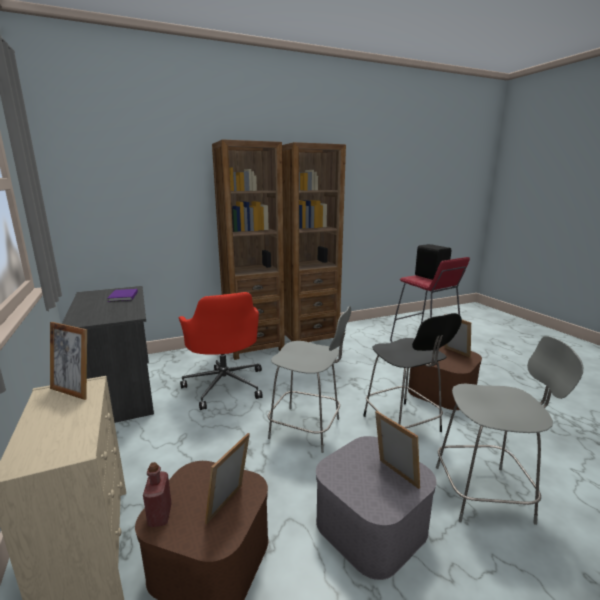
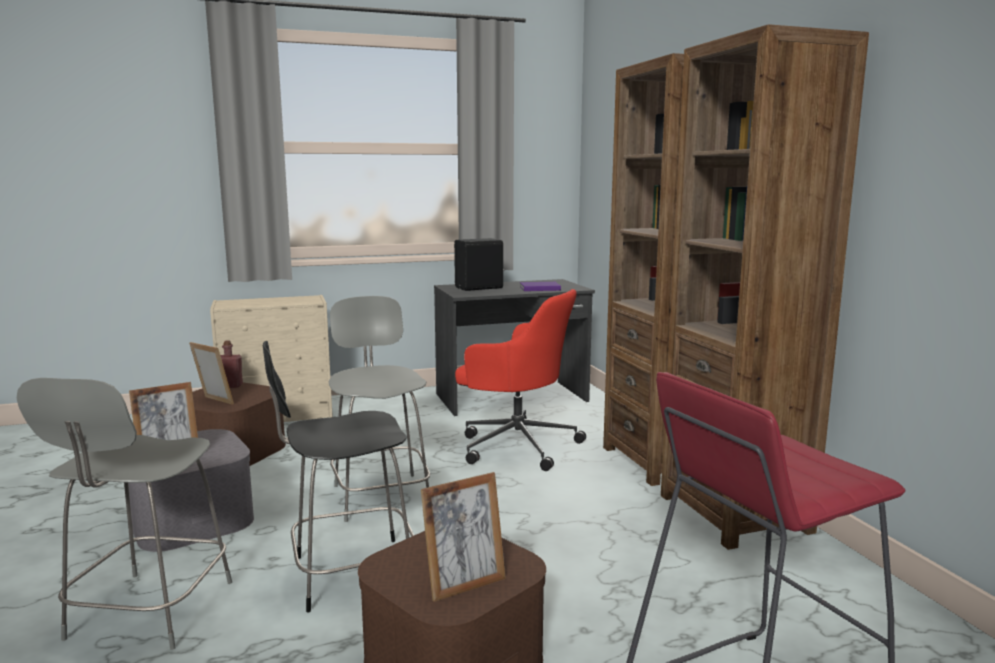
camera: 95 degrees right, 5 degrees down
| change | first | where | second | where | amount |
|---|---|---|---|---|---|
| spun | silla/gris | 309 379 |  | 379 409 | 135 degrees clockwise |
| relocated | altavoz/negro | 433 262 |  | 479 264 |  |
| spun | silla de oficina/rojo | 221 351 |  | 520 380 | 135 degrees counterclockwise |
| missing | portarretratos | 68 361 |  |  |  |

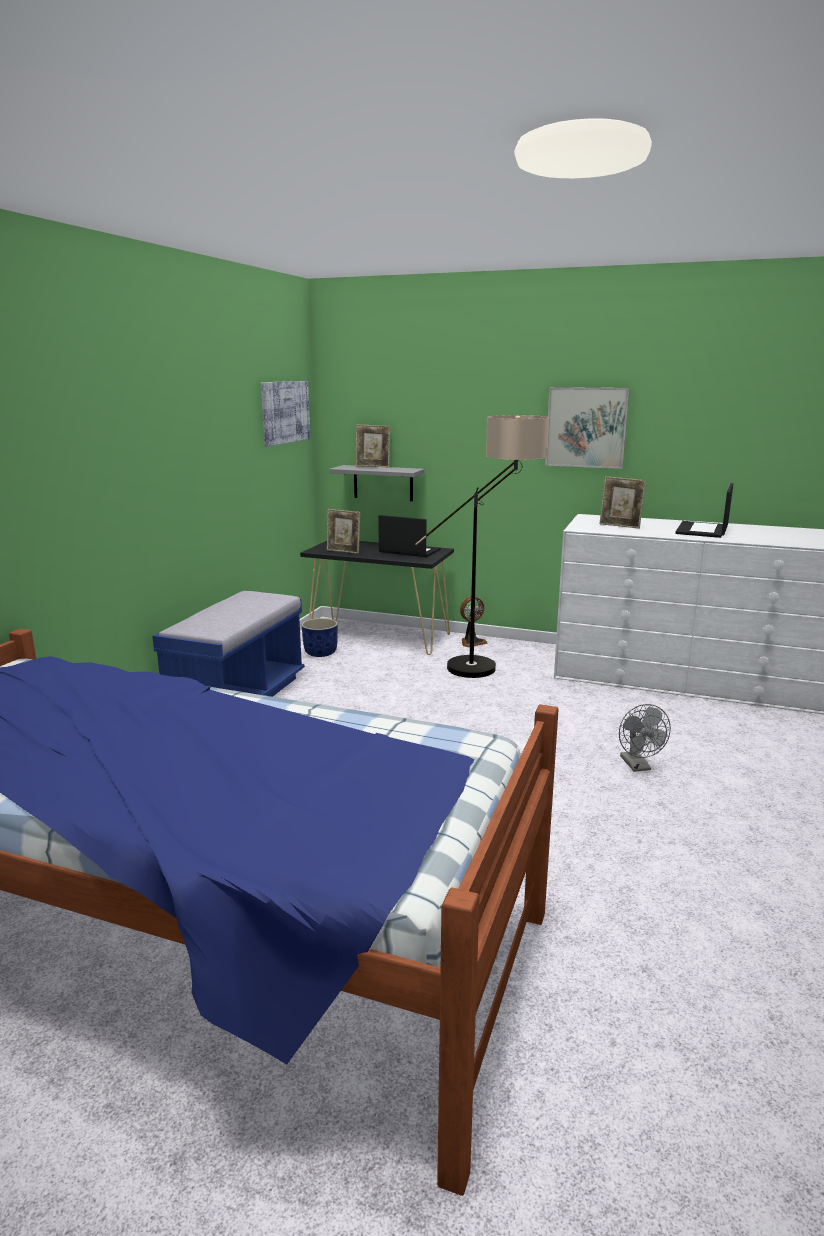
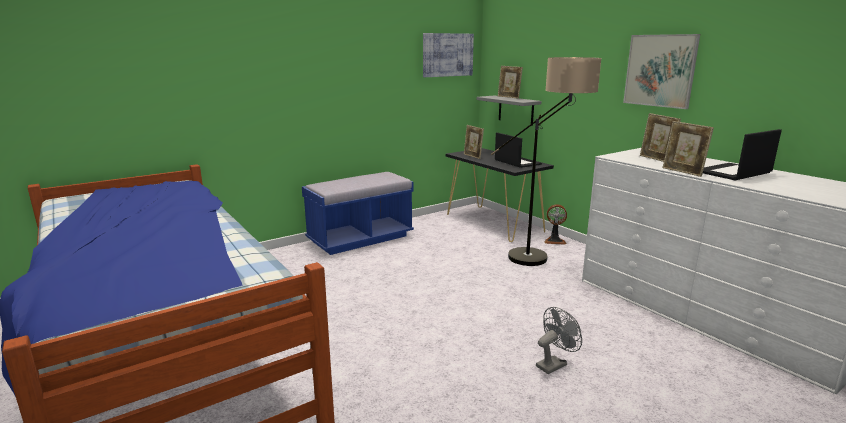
camera: 35 degrees right, 0 degrees up
| change | first | where | second | where | amount |
|---|---|---|---|---|---|
| spun | ventilador/gris | 645 738 |  | 559 340 | 150 degrees counterclockwise |
| appeared |  |  | portarretratos | 688 149 |  |
| missing | maceta/azul | 320 637 |  |  |  |

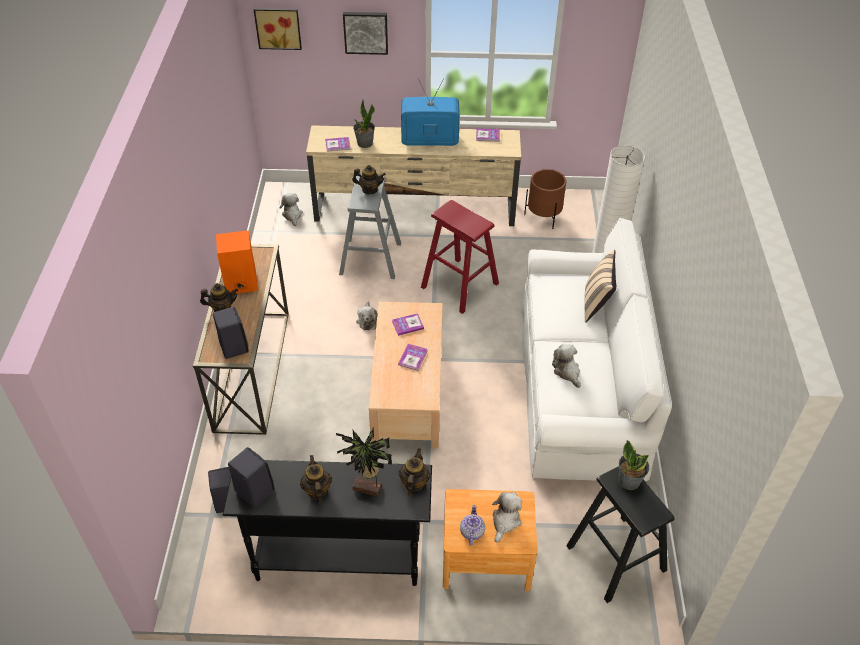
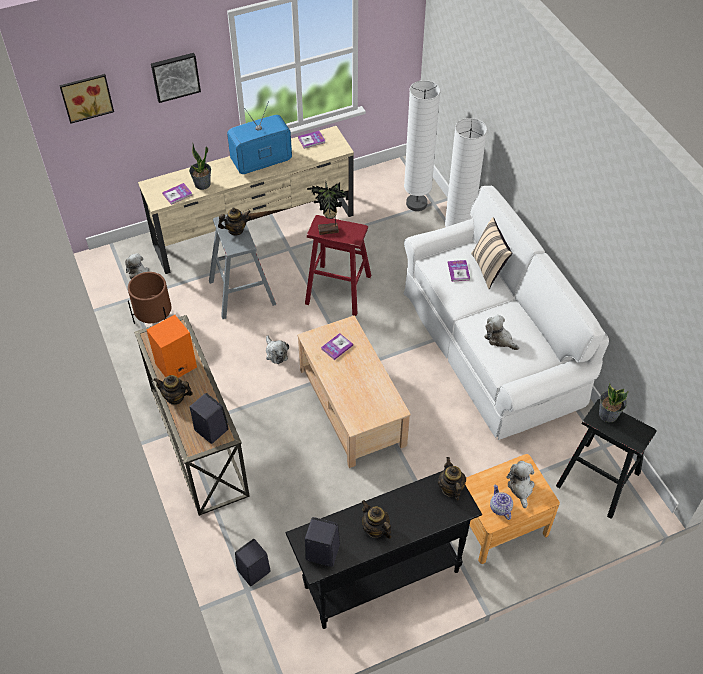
camera: 25 degrees left, 5 degrees up
| change | first | where | second | where | amount |
|---|---|---|---|---|---|
| relocated | maceta/marrón | 545 199 |  | 149 298 |  |
| spun | tetera | 219 297 |  | 173 390 | 135 degrees counterclockwise |
| relocated | planta en maceta | 364 462 |  | 327 207 |  |
| appeared |  |  | lámpara de pie/blanco | 422 145 |  |
| relocated | libro | 412 357 |  | 459 271 |  |

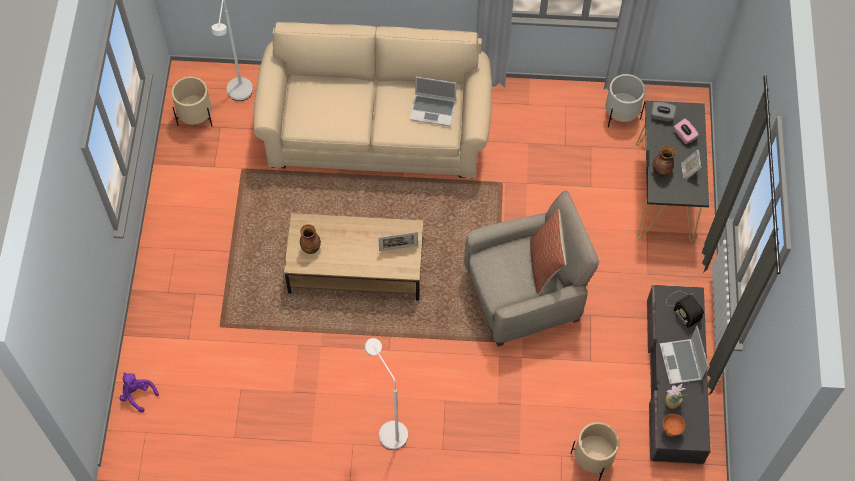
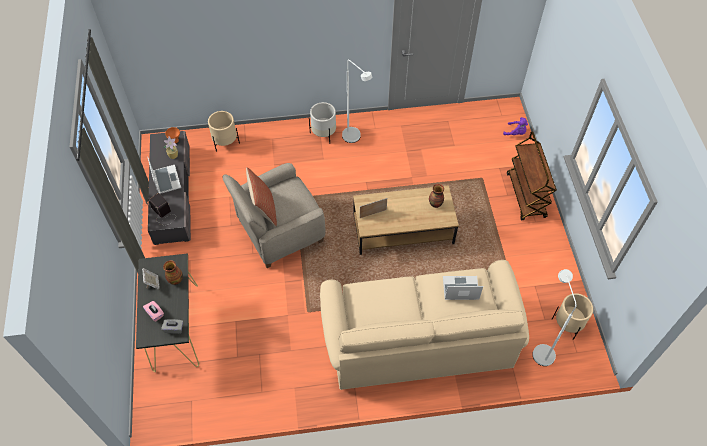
camera: 170 degrees right, 5 degrees down
| change | first | where | second | where | amount |
|---|---|---|---|---|---|
| relocated | maceta/blanco | 625 100 |  | 322 123 |  |
| relocated | portátil | 433 101 |  | 463 288 |  |
| appeared |  |  | carrito/marrón | 532 175 |  |

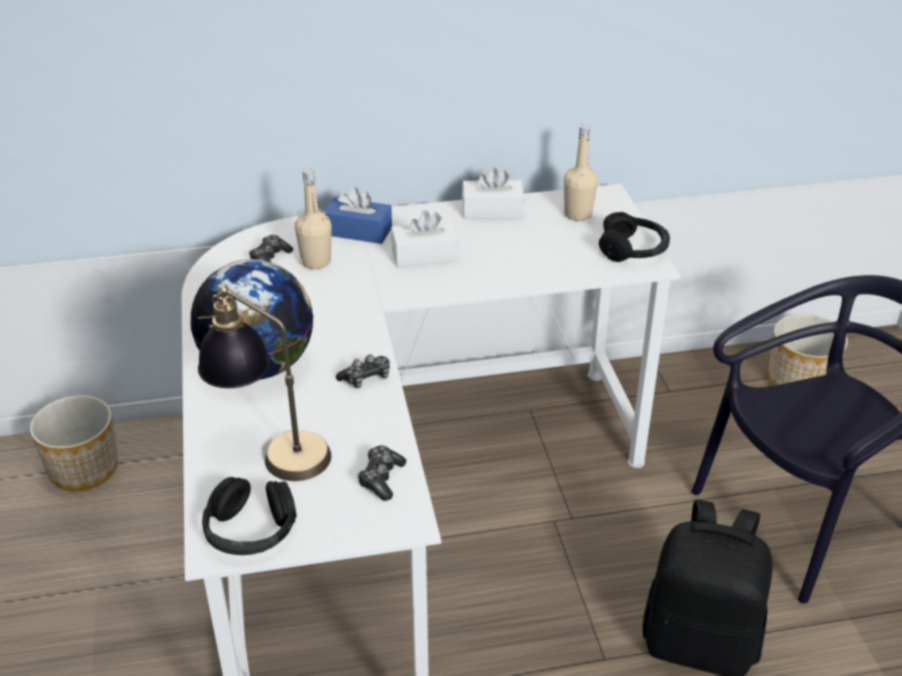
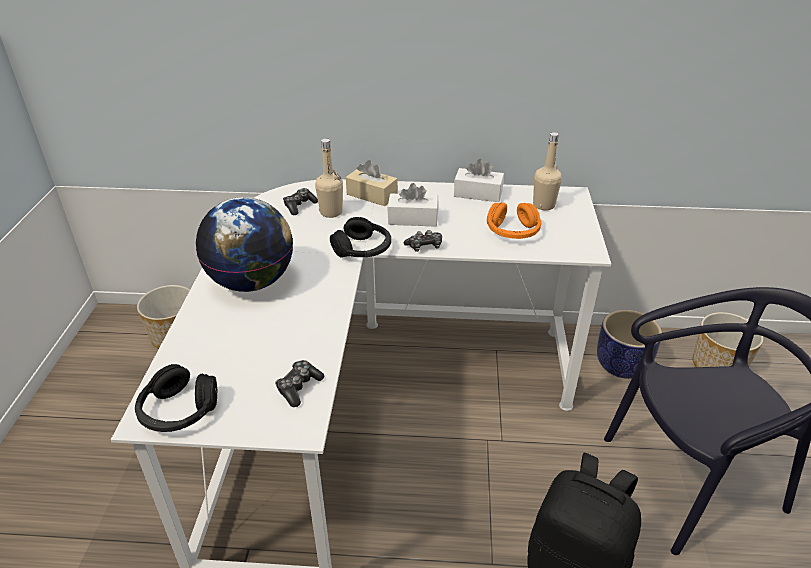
camera: 15 degrees right, 0 degrees up
| change | first | where | second | where | amount |
|---|---|---|---|---|---|
| relocated | auriculares/negro | 634 237 |  | 360 237 |  |
| colour | caja de pañuelos/azul | 358 215 | caja de pañuelos/beis | 372 183 |  |
| relocated | mando de consola | 363 371 |  | 423 241 |  |
| appeared |  |  | auriculares/naranja | 514 220 |  |
| appeared |  |  | maceta | 629 344 |  |
| missing | lámpara de mesa | 264 382 |  |  |  |

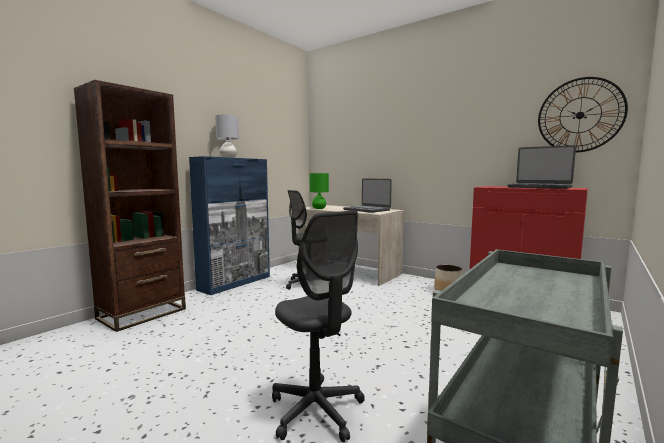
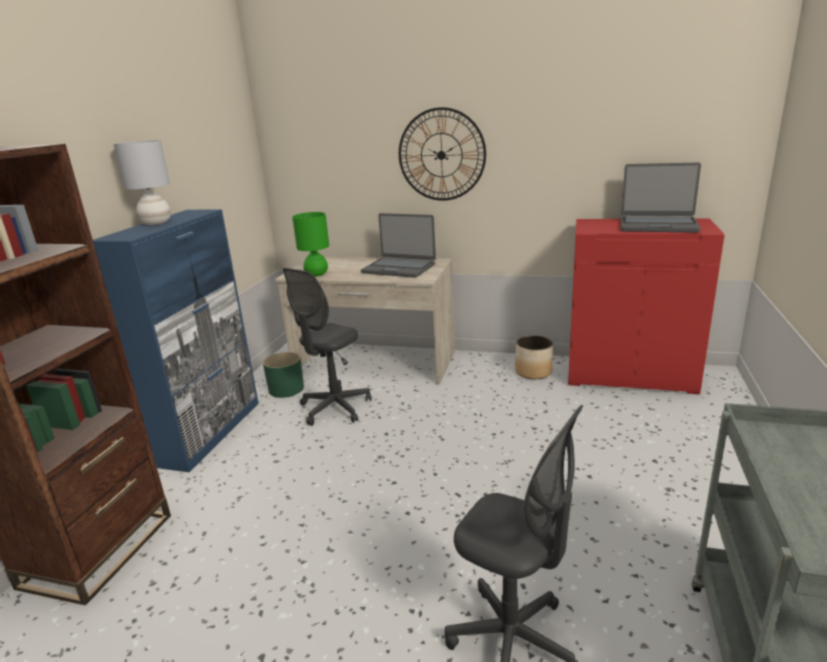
camera: 20 degrees left, 15 degrees up
| change | first | where | second | where | amount |
|---|---|---|---|---|---|
| appeared |  |  | maceta/verde | 283 375 |  |
| relocated | reloj de pared | 583 114 |  | 442 154 |  |

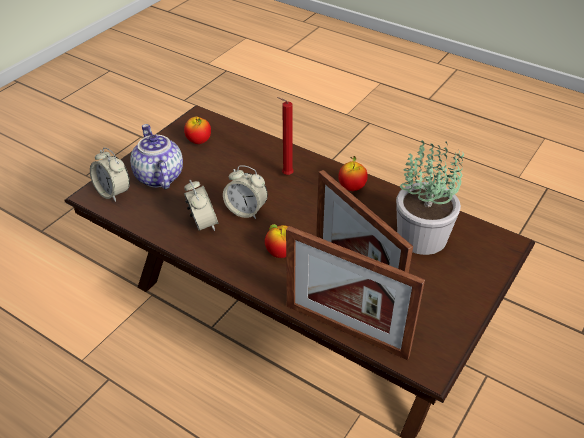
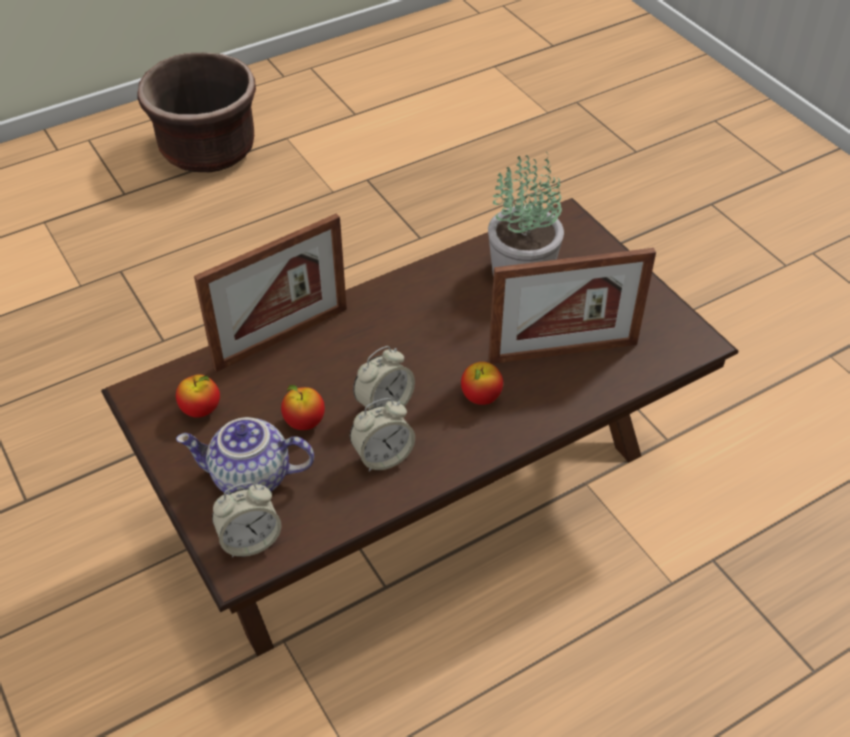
camera: 65 degrees left, 5 degrees up
| change | first | where | second | where | amount |
|---|---|---|---|---|---|
| appeared |  |  | maceta/marrón | 196 112 |  |
| relocated | portarretratos | 355 293 |  | 270 293 |  |
| relocated | manzana | 353 173 |  | 303 407 |  |
| spun | despertador | 201 205 |  | 382 435 | 150 degrees clockwise |
| missing | vela/rojo | 285 136 |  |  |  |

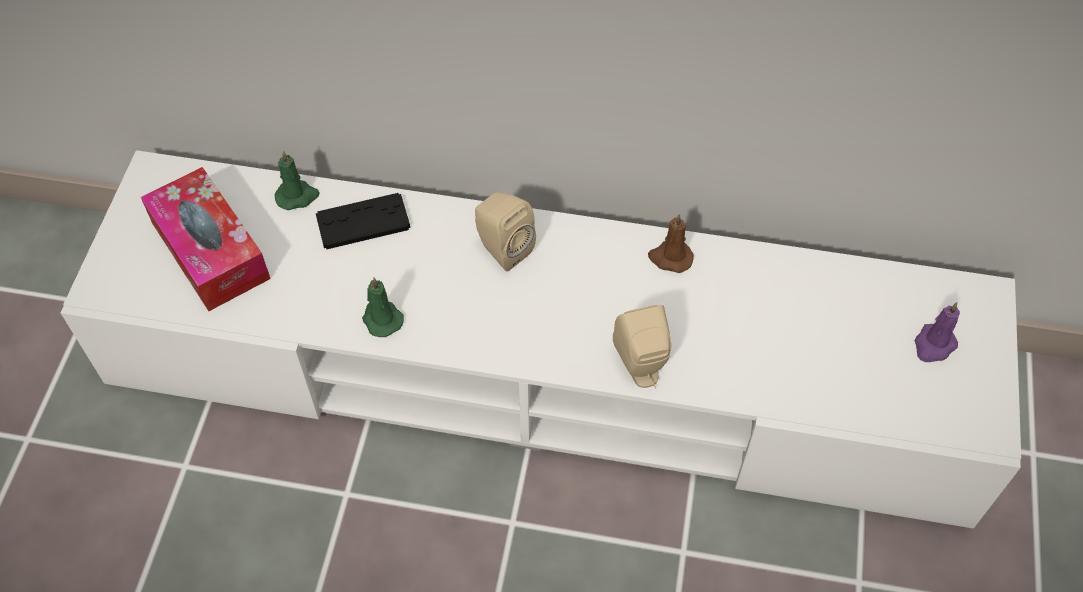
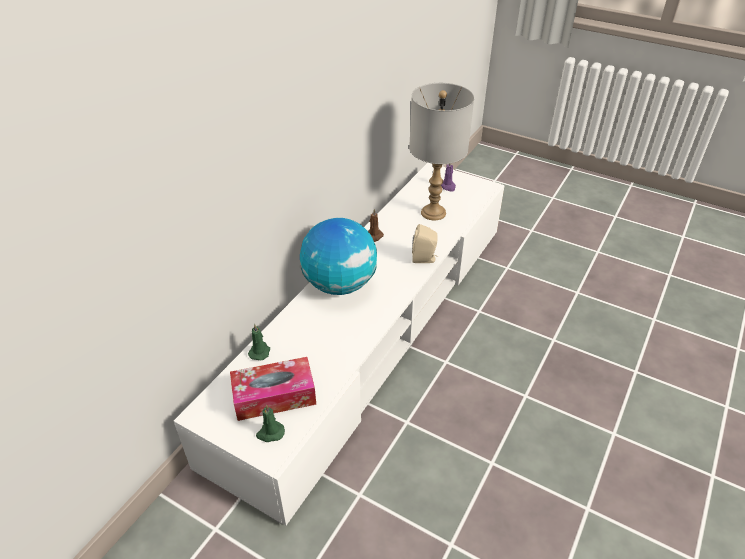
camera: 70 degrees left, 15 degrees down
| change | first | where | second | where | amount |
|---|---|---|---|---|---|
| relocated | vela/verde | 383 307 |  | 270 423 |  |
| exchanged | altavoz/beis | 505 231 | globo terráqueo | 338 256 |  |
| appeared |  |  | lámpara de mesa/gris | 441 151 |  |
| missing | mando de consola/negro | 363 221 |  |  |  |

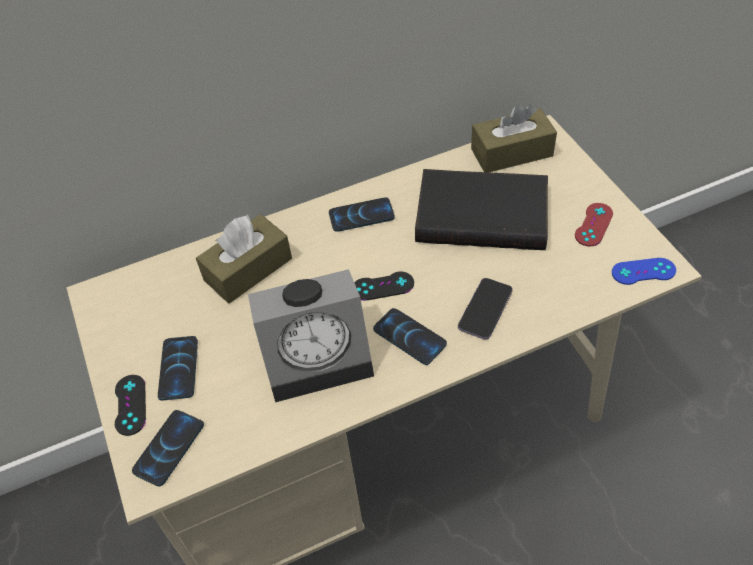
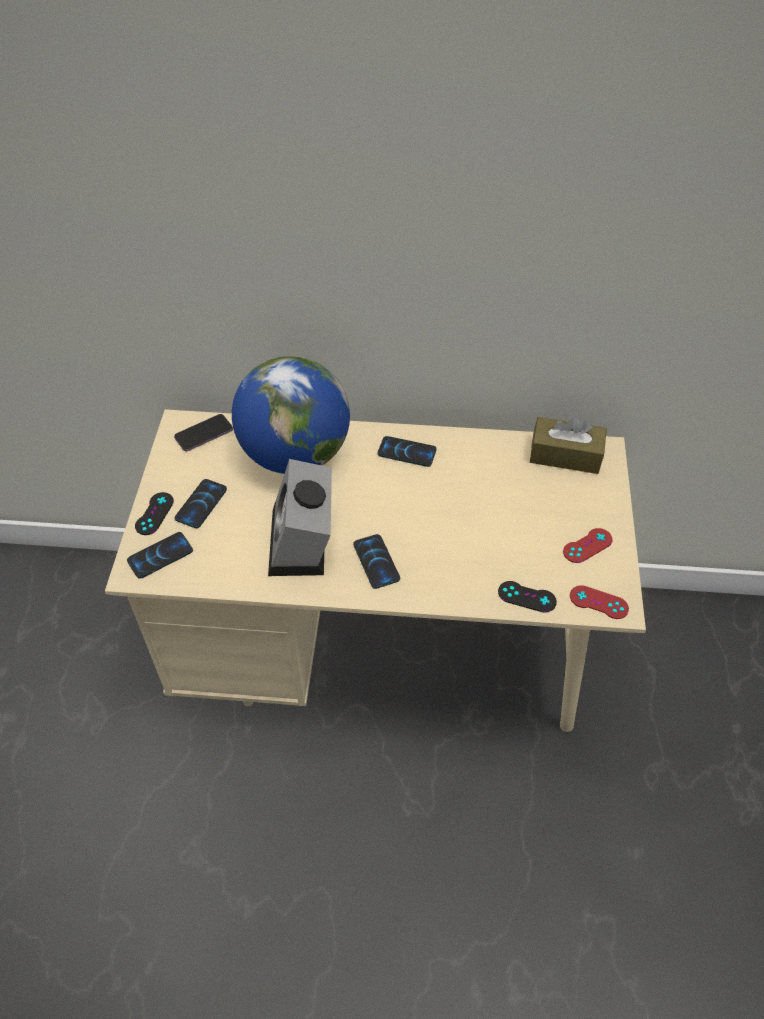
camera: 25 degrees right, 0 degrees up
| change | first | where | second | where | amount |
|---|---|---|---|---|---|
| relocated | móvil | 485 308 |  | 203 432 |  |
| exchanged | caja de pañuelos/marrón | 244 258 | globo terráqueo | 291 415 |  |
| spun | despertador | 311 335 |  | 300 517 | 75 degrees clockwise |
| relocated | mando de consola/negro | 384 286 |  | 527 597 |  |
| colour | mando de consola/azul | 644 271 | mando de consola/rojo | 599 602 |  |
| missing | libro/negro | 481 209 |  |  |  |

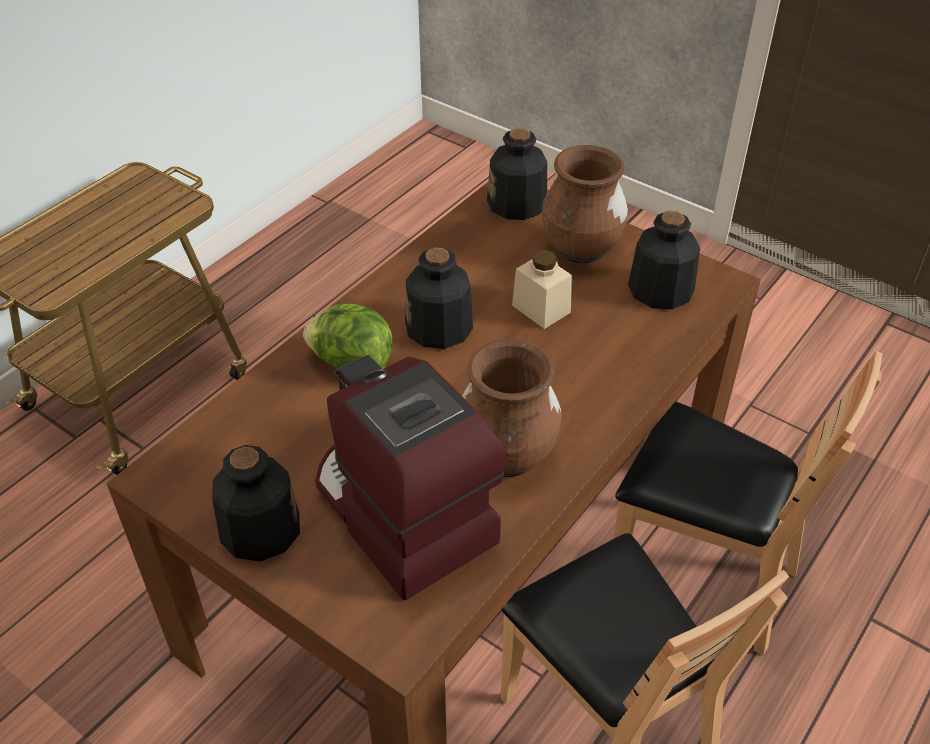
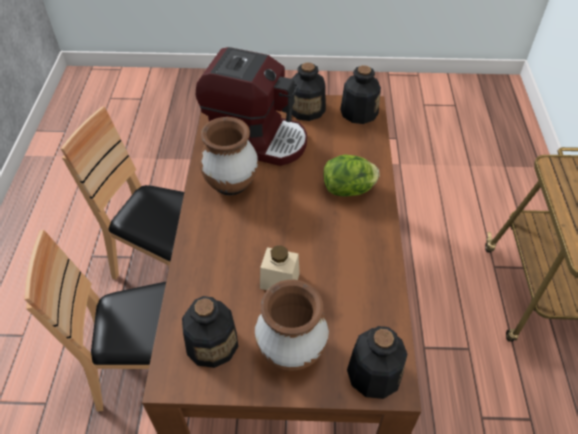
camera: 145 degrees right, 5 degrees up
| change | first | where | second | where | amount |
|---|---|---|---|---|---|
| relocated | botella | 439 298 |  | 360 94 |  |

